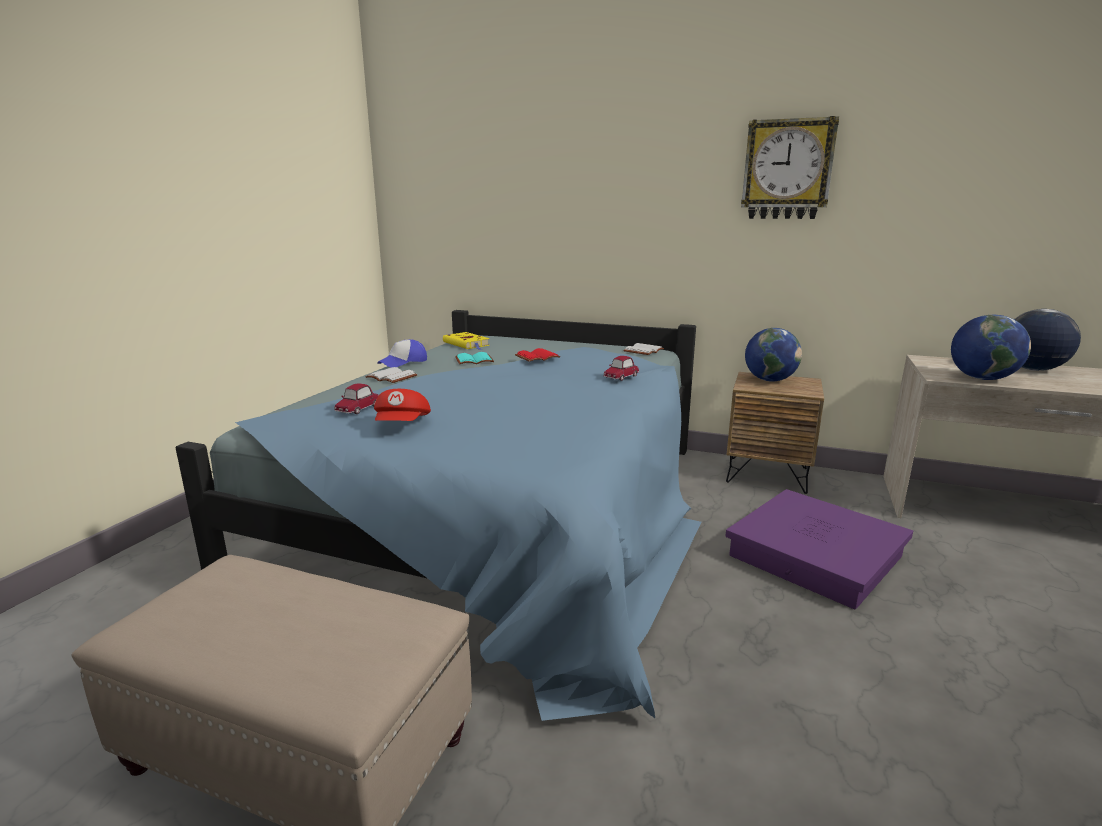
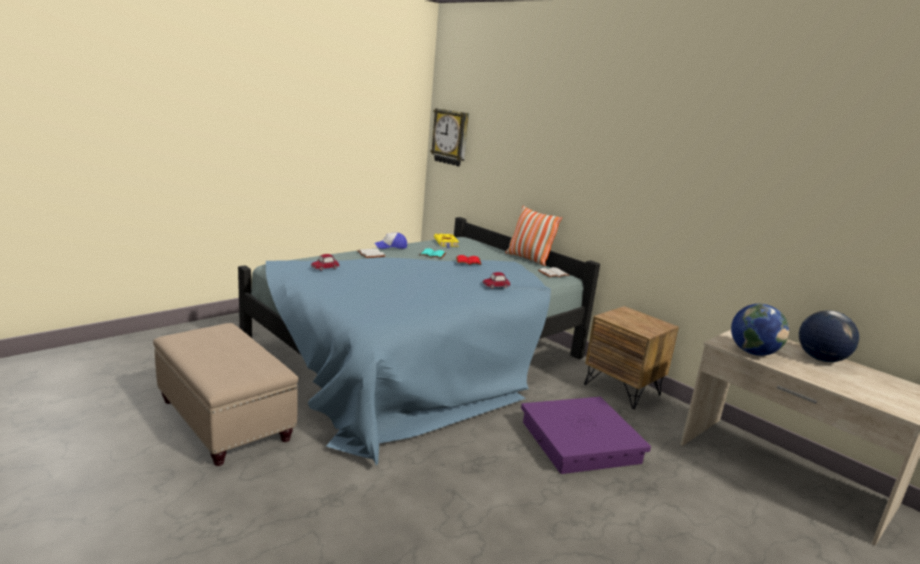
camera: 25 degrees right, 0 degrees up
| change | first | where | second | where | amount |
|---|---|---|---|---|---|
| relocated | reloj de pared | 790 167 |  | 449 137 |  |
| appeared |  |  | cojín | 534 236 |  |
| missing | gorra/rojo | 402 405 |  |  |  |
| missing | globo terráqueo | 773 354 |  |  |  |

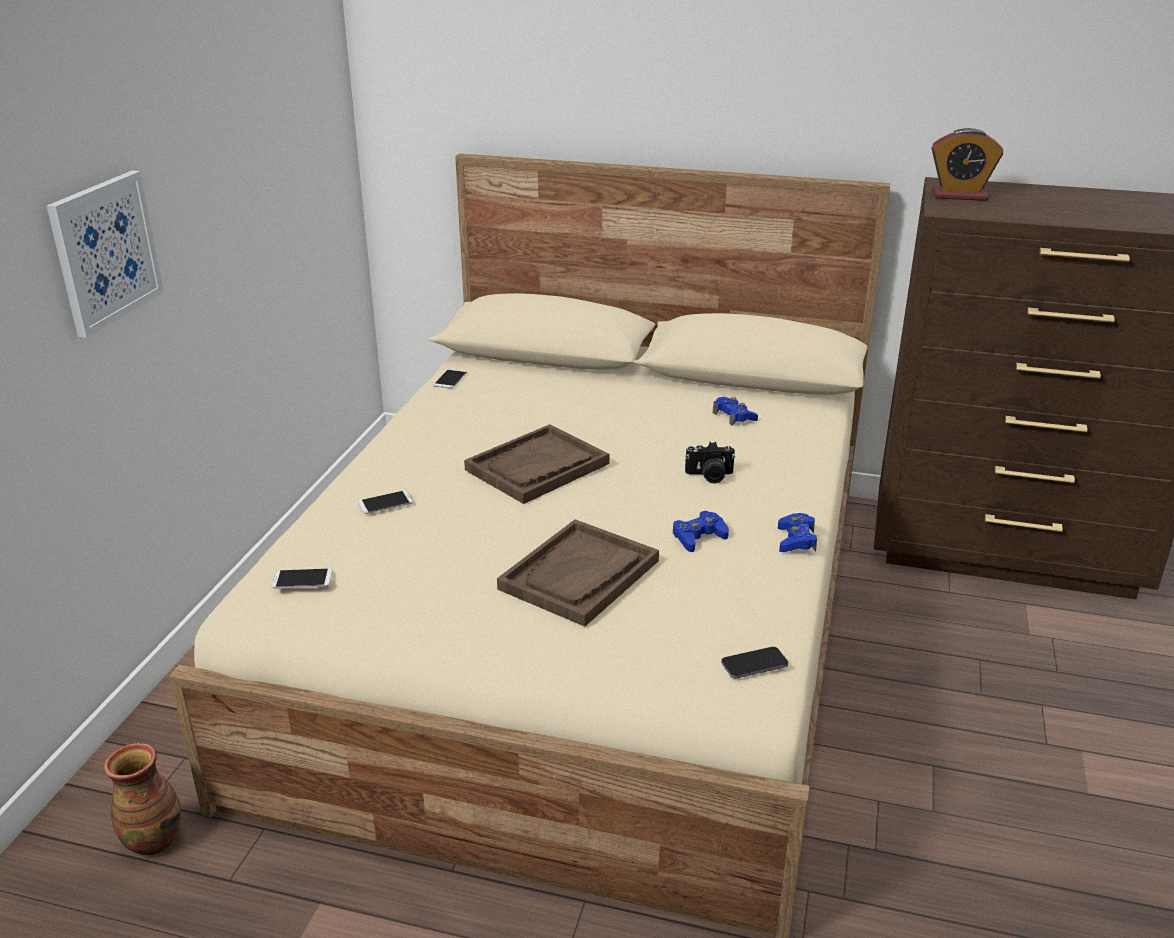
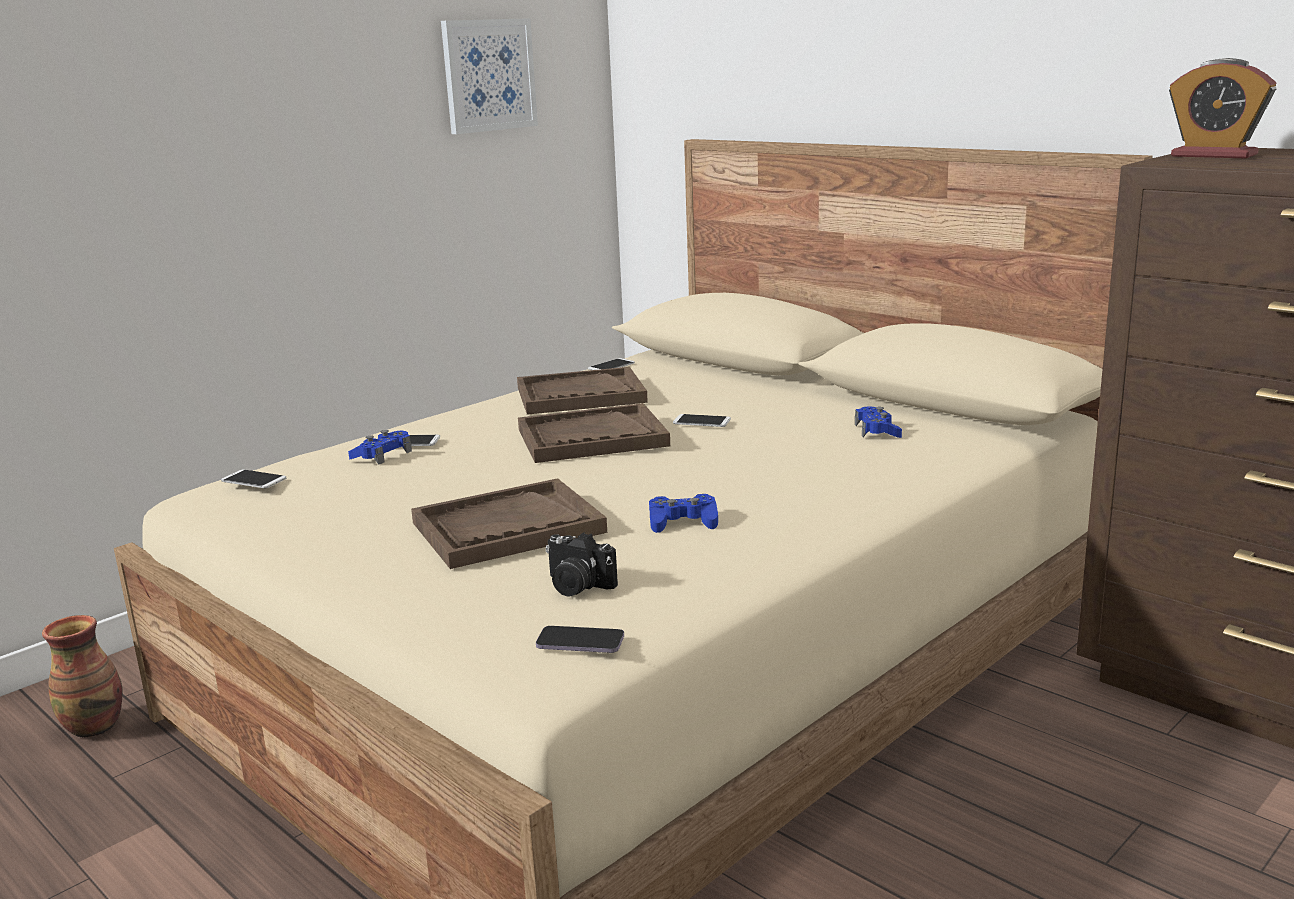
camera: 30 degrees right, 10 degrees down
| change | first | where | second | where | amount |
|---|---|---|---|---|---|
| relocated | mando de consola/azul | 797 532 |  | 380 447 |  |
| relocated | cuadro | 105 254 |  | 489 76 |  |
| appeared |  |  | bandeja/marrón | 582 391 |  |
| relocated | cámara | 710 462 |  | 582 564 |  |
| appeared |  |  | móvil | 702 420 |  |

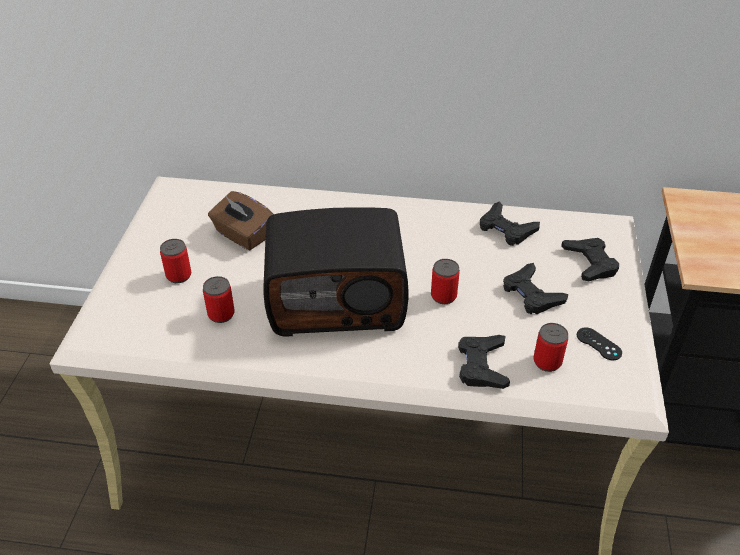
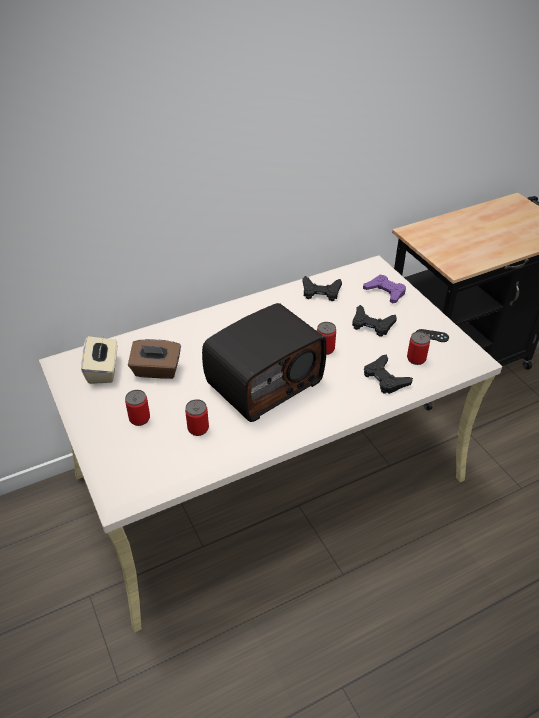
camera: 35 degrees left, 0 degrees up
| change | first | where | second | where | amount |
|---|---|---|---|---|---|
| appeared |  |  | caja de pañuelos/beis | 99 360 |  |
| colour | mando de consola/negro | 590 259 | mando de consola/morado | 384 289 |  |

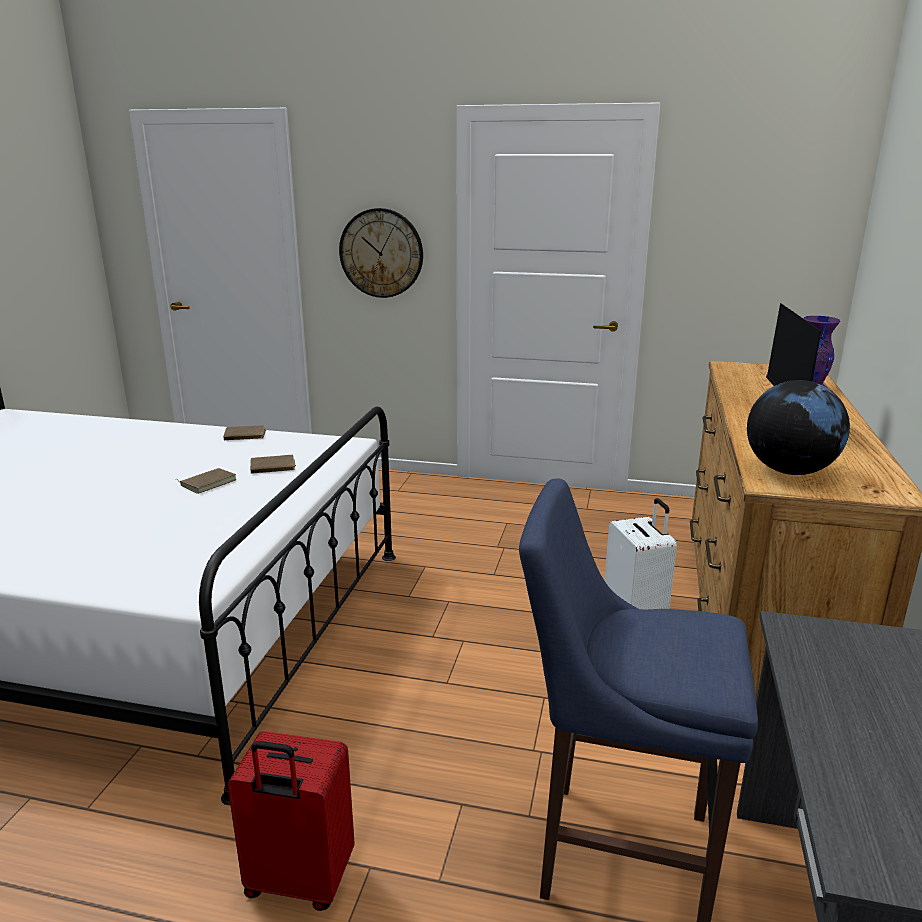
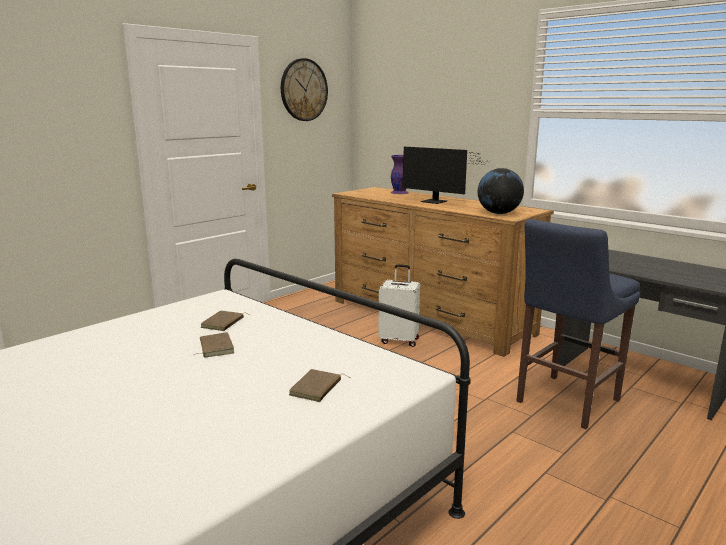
camera: 60 degrees left, 5 degrees down
| change | first | where | second | where | amount |
|---|---|---|---|---|---|
| relocated | reloj de pared | 381 253 |  | 304 89 |  |
| relocated | libro/marrón | 244 432 |  | 319 385 |  |
| missing | maleta/rojo | 291 821 |  |  |  |

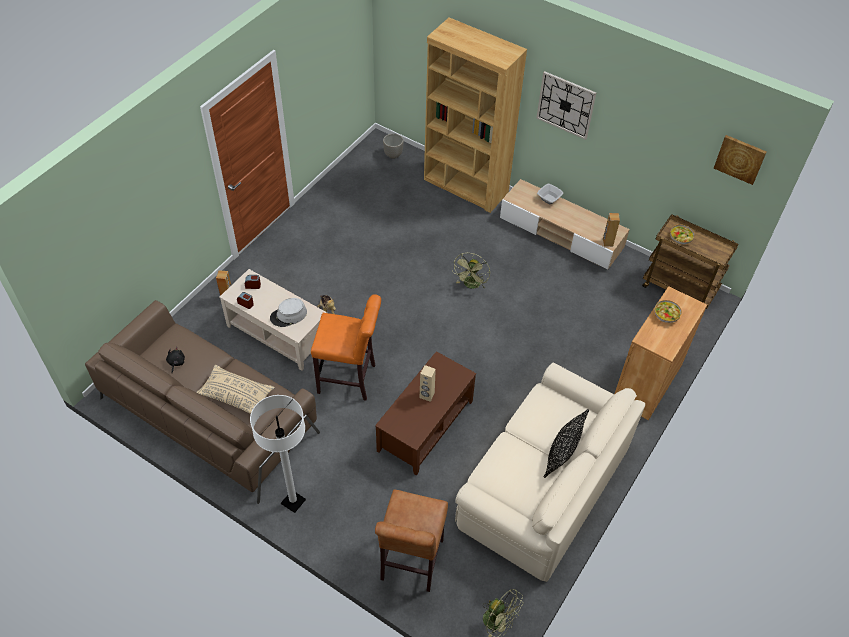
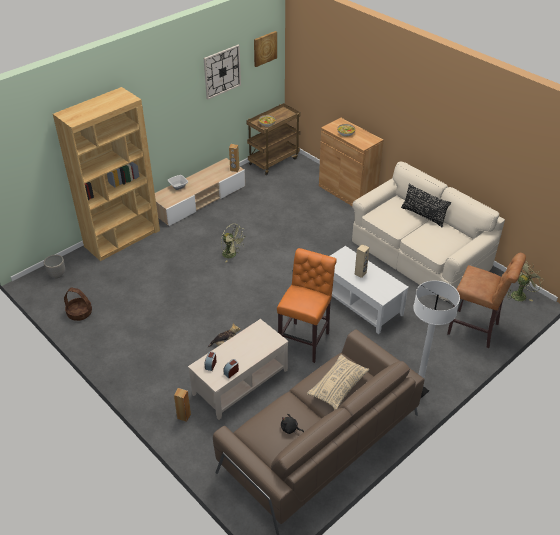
camera: 75 degrees left, 10 degrees down
| change | first | where | second | where | amount |
|---|---|---|---|---|---|
| appeared |  |  | cesta | 78 304 |  |
| relocated | reloj de pared | 566 105 |  | 222 72 |  |
| colour | mesa de centro/marrón | 425 413 | mesa de centro/blanco | 369 290 |  |
| missing | sombrero/gris | 288 312 |  |  |  |

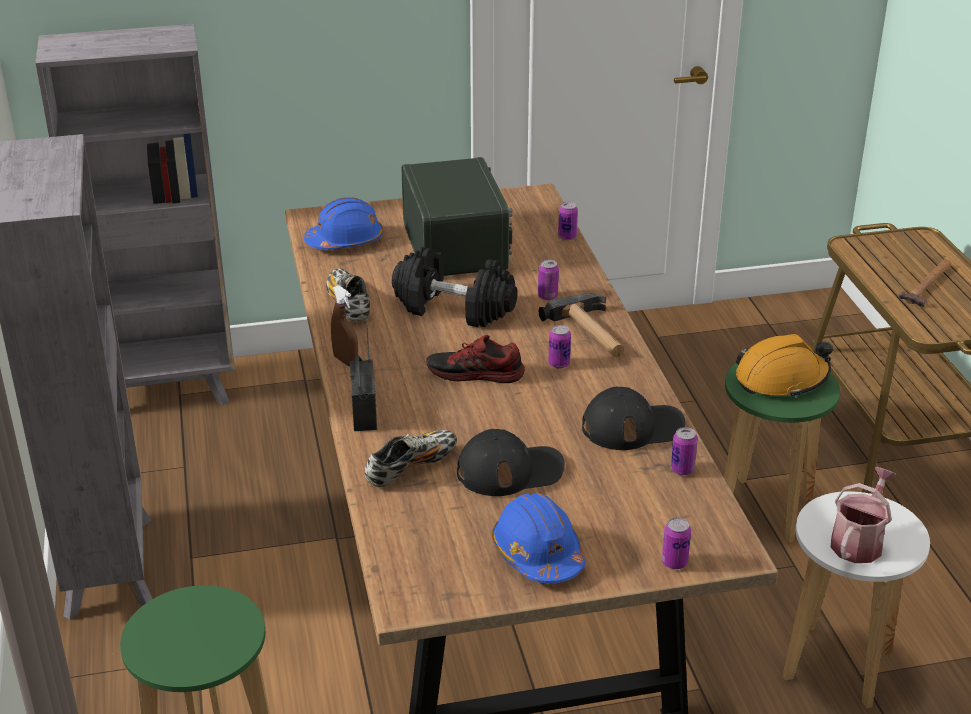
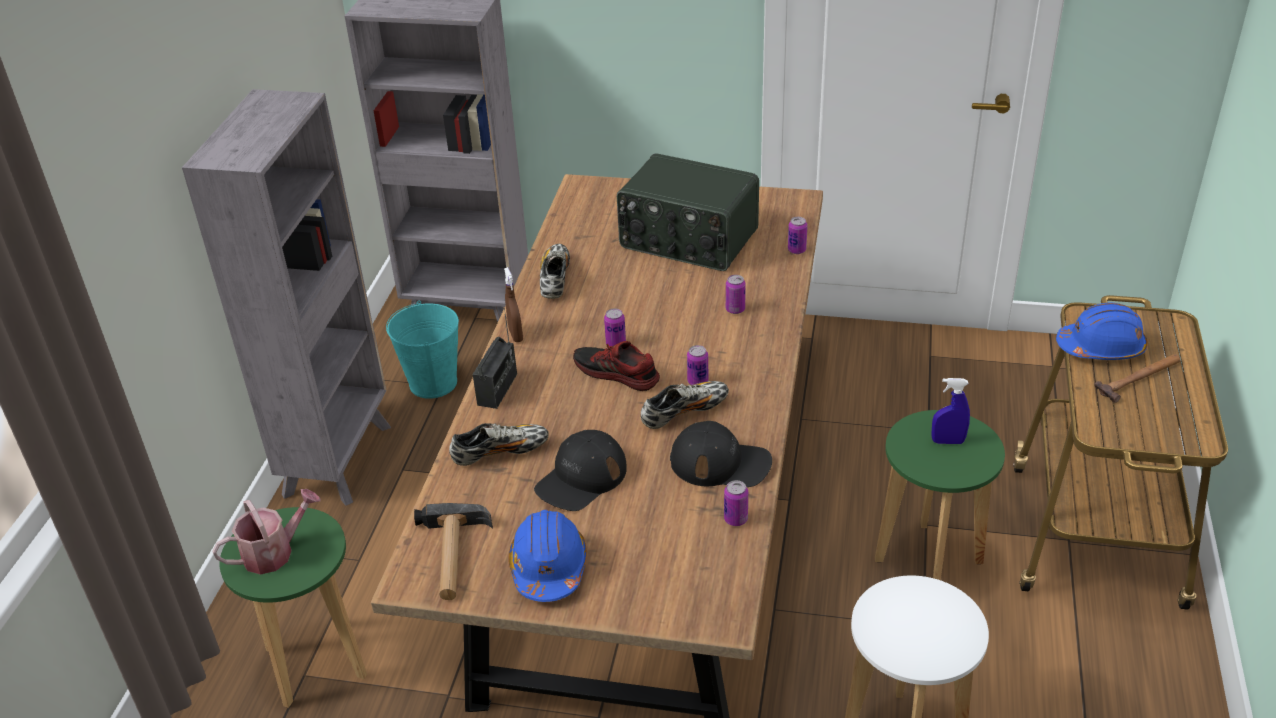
camera: 25 degrees right, 5 degrees up
| change | first | where | second | where | amount |
|---|---|---|---|---|---|
| relocated | regadera | 863 515 |  | 266 532 |  |
| appeared |  |  | cubo/turquesa | 422 350 |  |
| relocated | martillo | 581 325 |  | 453 551 |  |
| spun | gorra/negro | 511 462 |  | 580 470 | 120 degrees clockwise |
| relocated | lata | 676 543 |  | 615 327 |  |
| spun | radio | 456 216 |  | 688 212 | 105 degrees clockwise |
| appeared |  |  | zapato | 685 405 |  |
| exchanged | casco/naranja | 784 366 | pulverizador/azul | 951 411 |  |
| relocated | casco/azul | 344 223 |  | 1102 331 |  |
| missing | mancuerna/negro | 455 287 |  |  |  |

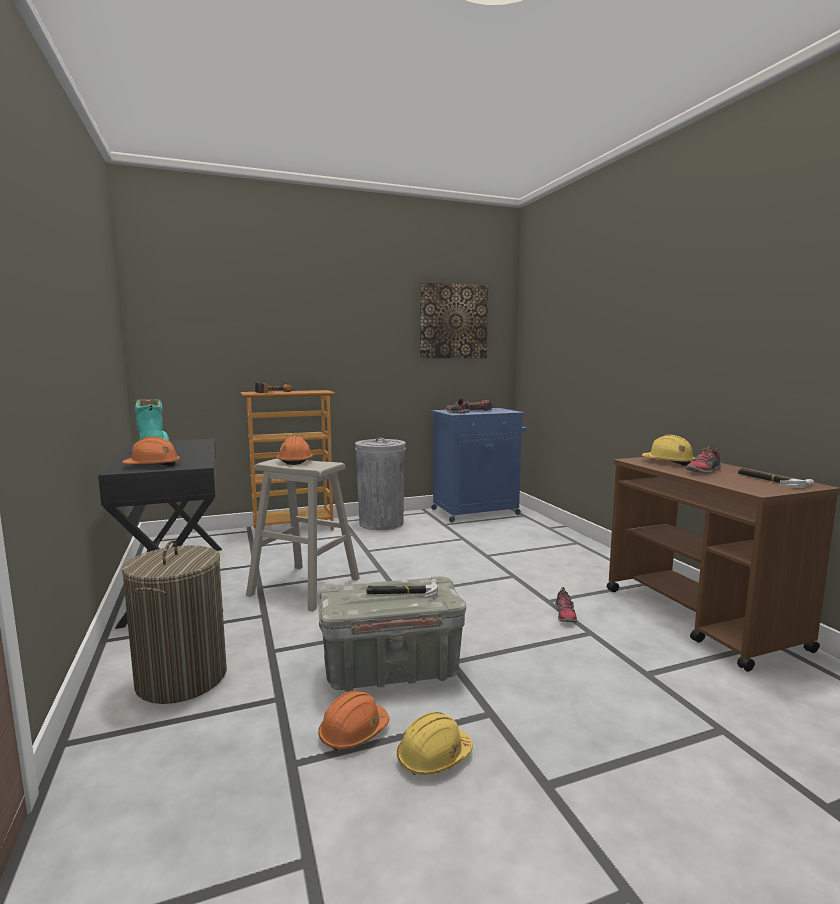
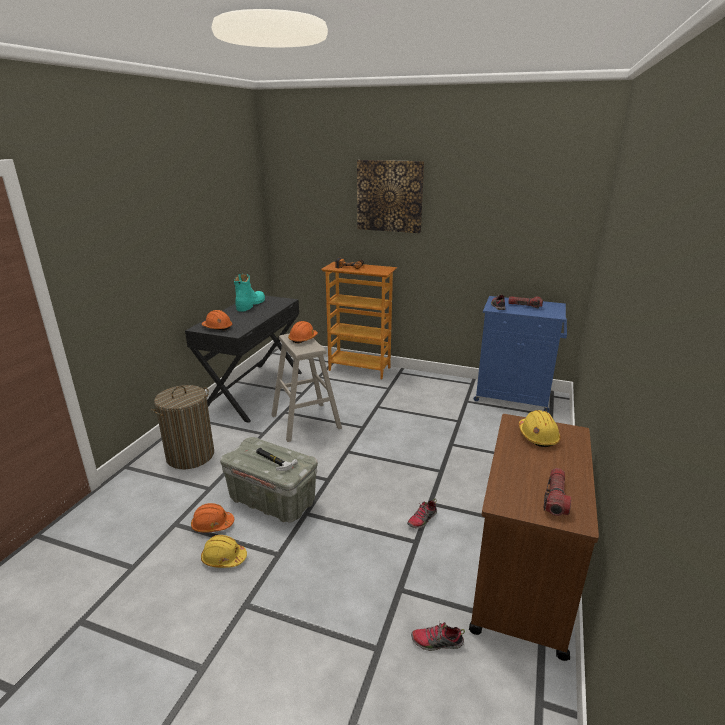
camera: 40 degrees right, 15 degrees up
| change | first | where | second | where | amount |
|---|---|---|---|---|---|
| relocated | cuadro | 454 320 |  | 390 196 |  |
| relocated | zapato | 703 460 |  | 438 636 |  |
| exchanged | martillo | 776 478 | linterna | 557 492 |  |
| missing | papelera/gris | 380 484 |  |  |  |

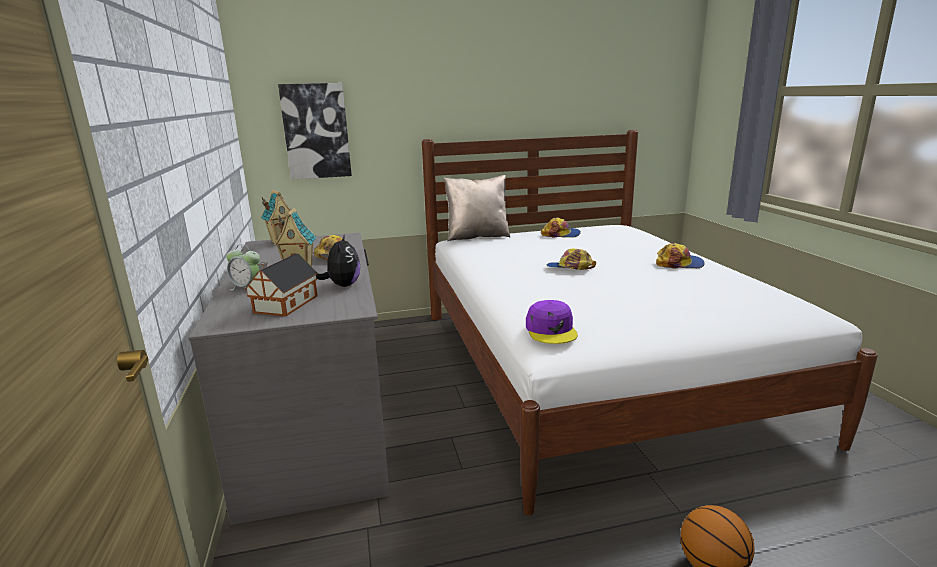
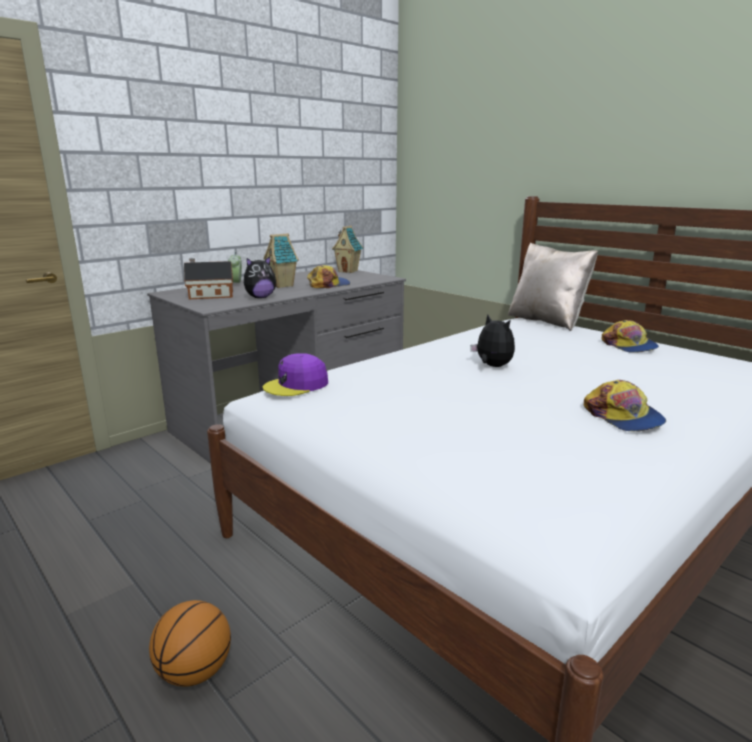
camera: 60 degrees right, 0 degrees up
| change | first | where | second | where | amount |
|---|---|---|---|---|---|
| exchanged | gorra | 571 259 | peluche | 492 340 |  |
| missing | cuadro | 315 131 |  |  |  |

